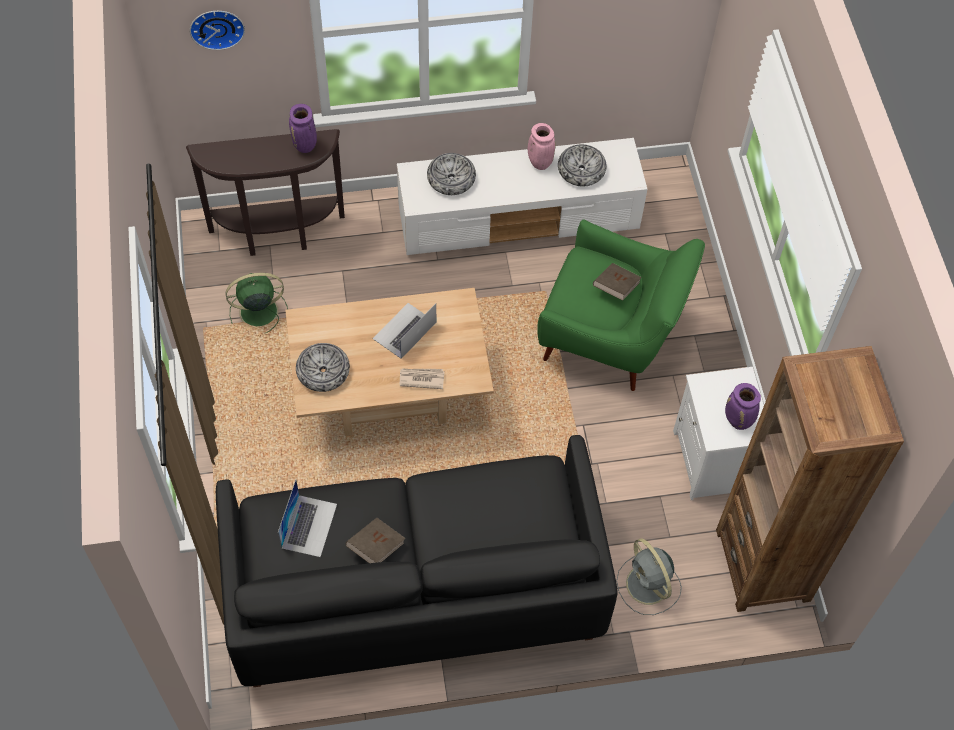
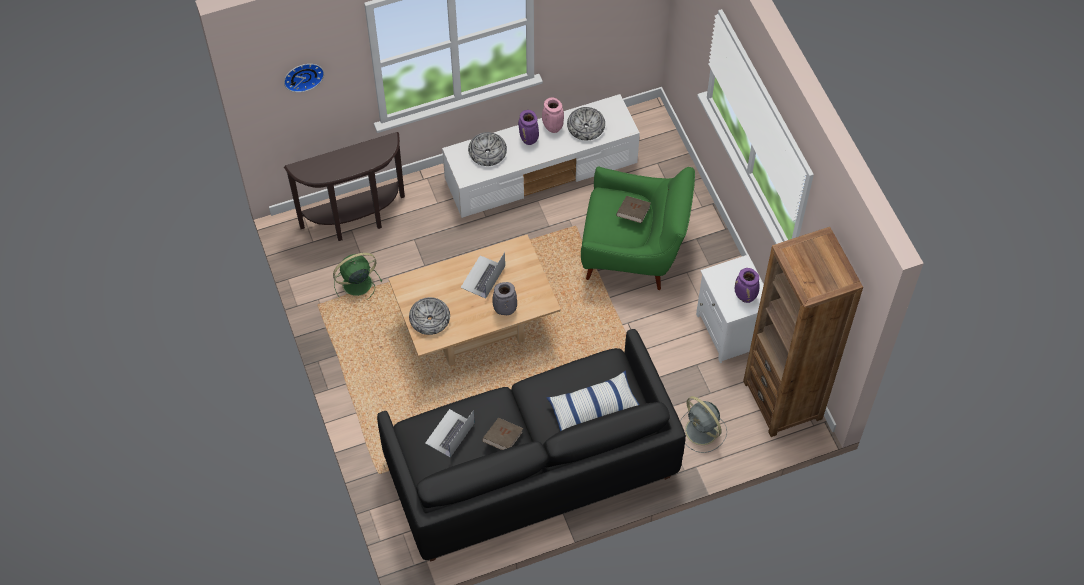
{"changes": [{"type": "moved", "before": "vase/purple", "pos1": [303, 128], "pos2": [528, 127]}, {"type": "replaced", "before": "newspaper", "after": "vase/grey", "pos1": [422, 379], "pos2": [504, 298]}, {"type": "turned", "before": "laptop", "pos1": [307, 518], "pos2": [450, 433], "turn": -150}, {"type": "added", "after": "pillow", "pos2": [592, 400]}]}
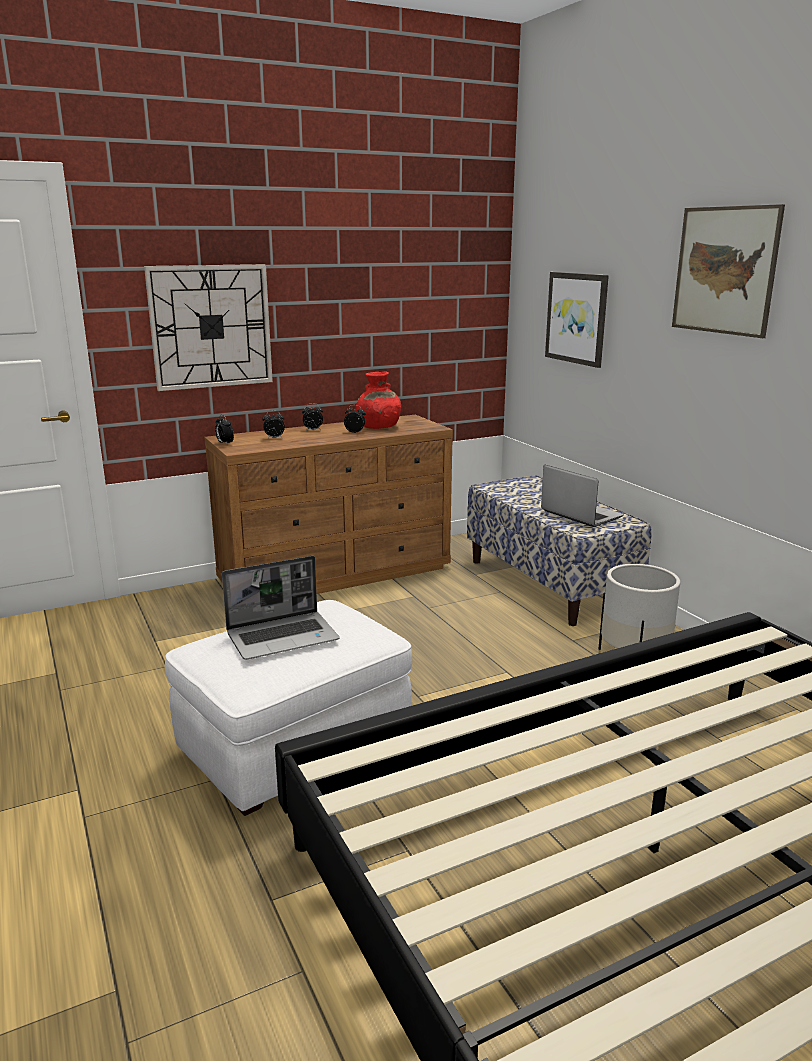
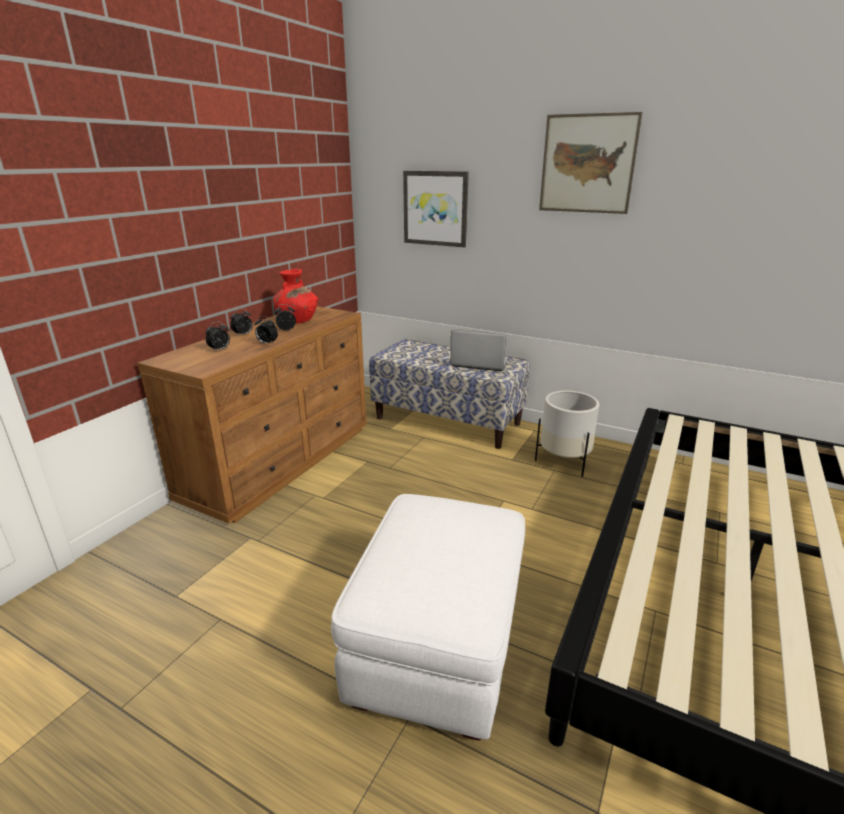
{"changes": [{"type": "removed", "before": "wall clock", "pos1": [208, 327]}, {"type": "moved", "before": "alarm clock", "pos1": [224, 430], "pos2": [266, 330]}, {"type": "removed", "before": "laptop", "pos1": [280, 608]}]}
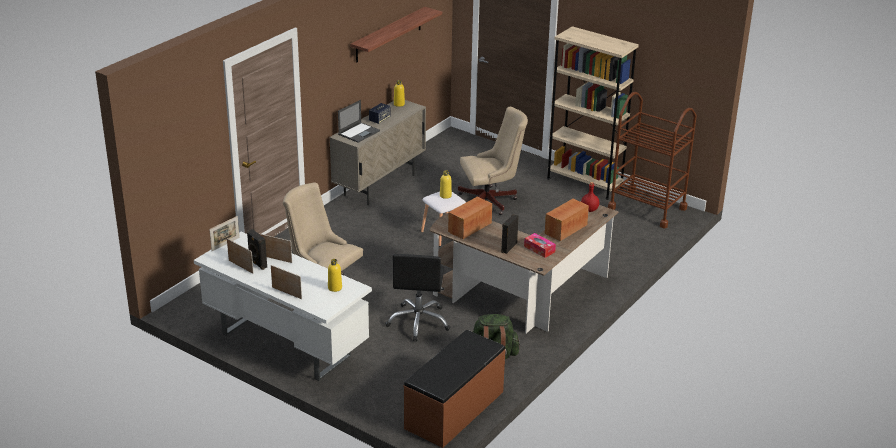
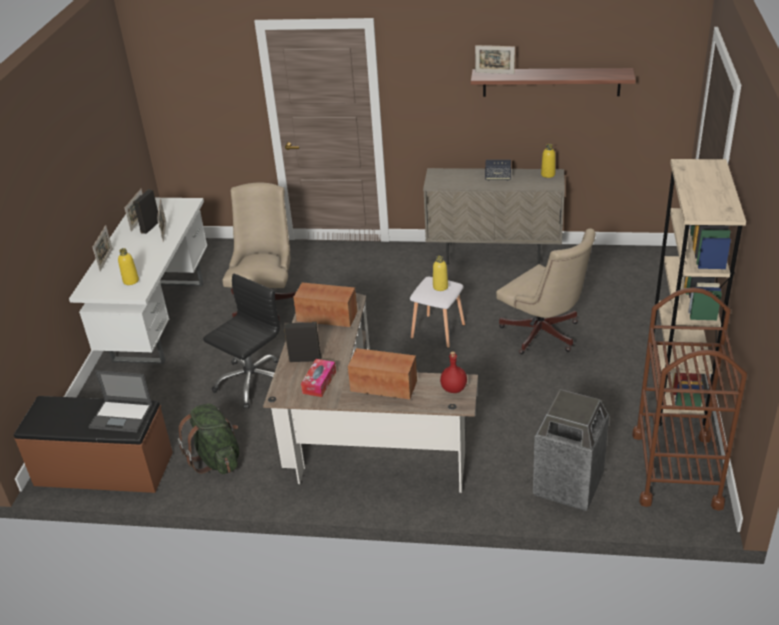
{"changes": [{"type": "moved", "before": "laptop", "pos1": [359, 121], "pos2": [120, 401]}, {"type": "moved", "before": "picture frame", "pos1": [224, 233], "pos2": [495, 59]}, {"type": "turned", "before": "office chair/black", "pos1": [418, 297], "pos2": [241, 341], "turn": 150}, {"type": "added", "after": "trash can", "pos2": [571, 450]}]}
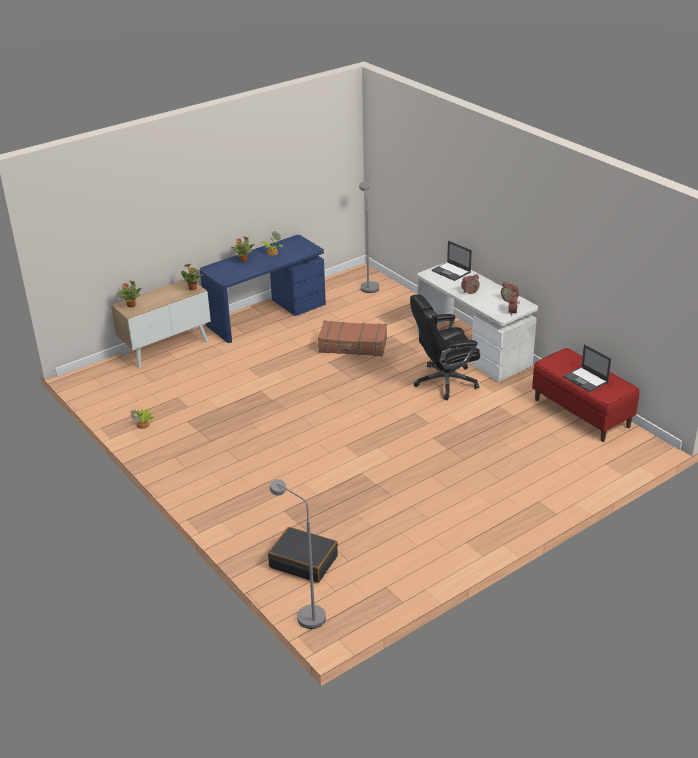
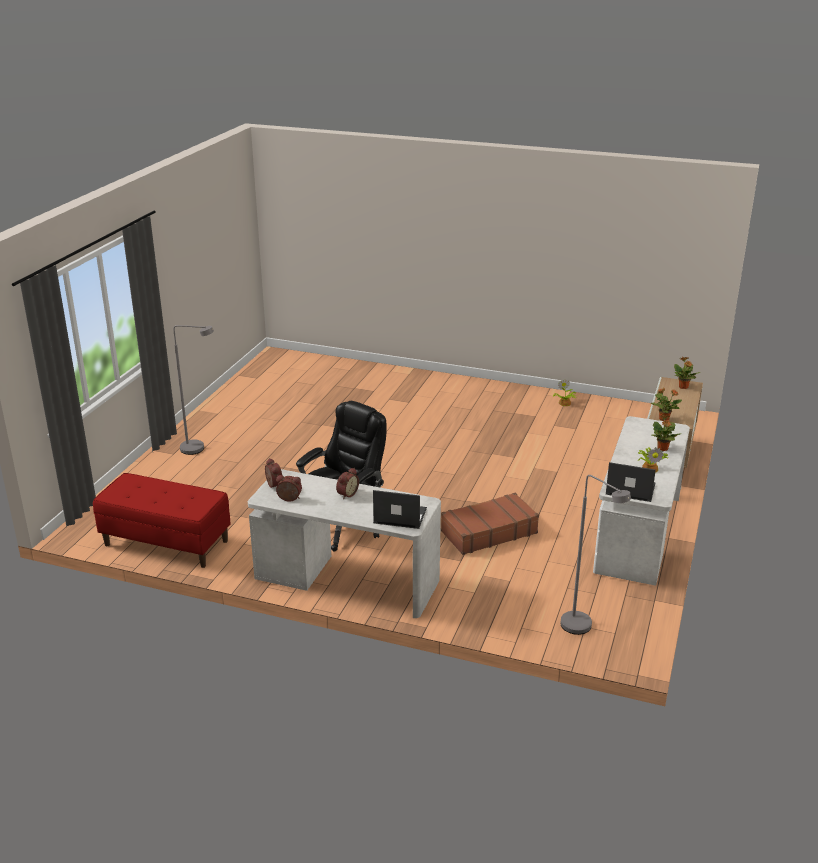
{"changes": [{"type": "recoloured", "before": "desk/blue", "after": "desk/white", "pos1": [263, 289], "pos2": [641, 501]}, {"type": "moved", "before": "laptop", "pos1": [587, 368], "pos2": [631, 482]}, {"type": "moved", "before": "floor lamp/grey", "pos1": [298, 554], "pos2": [193, 390]}, {"type": "removed", "before": "suitcase/black", "pos1": [303, 555]}]}
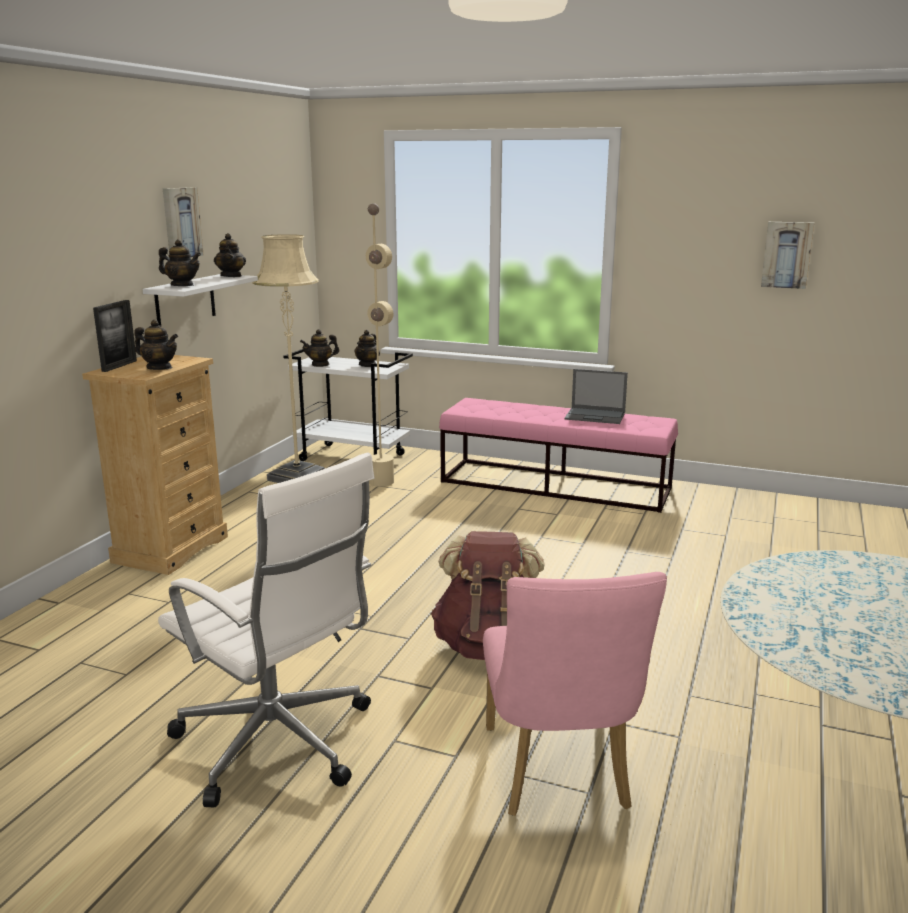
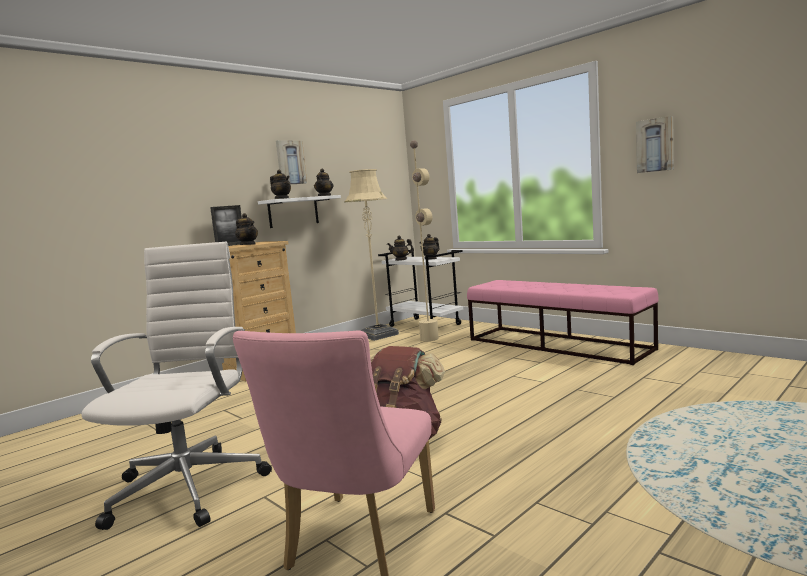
{"changes": [{"type": "moved", "before": "picture", "pos1": [787, 255], "pos2": [655, 144]}, {"type": "removed", "before": "laptop", "pos1": [596, 396]}, {"type": "turned", "before": "office chair/white", "pos1": [266, 629], "pos2": [177, 386], "turn": -150}]}
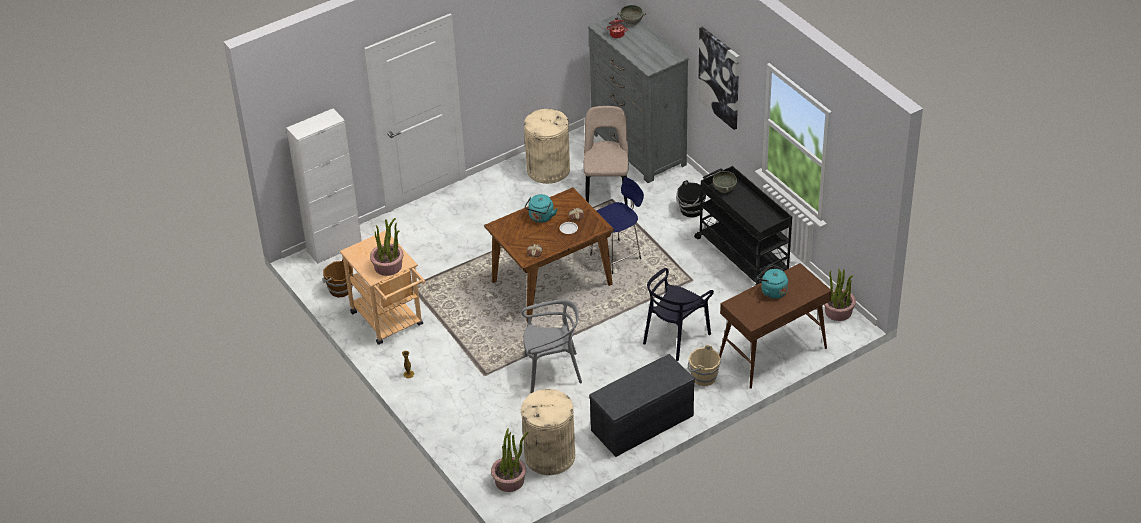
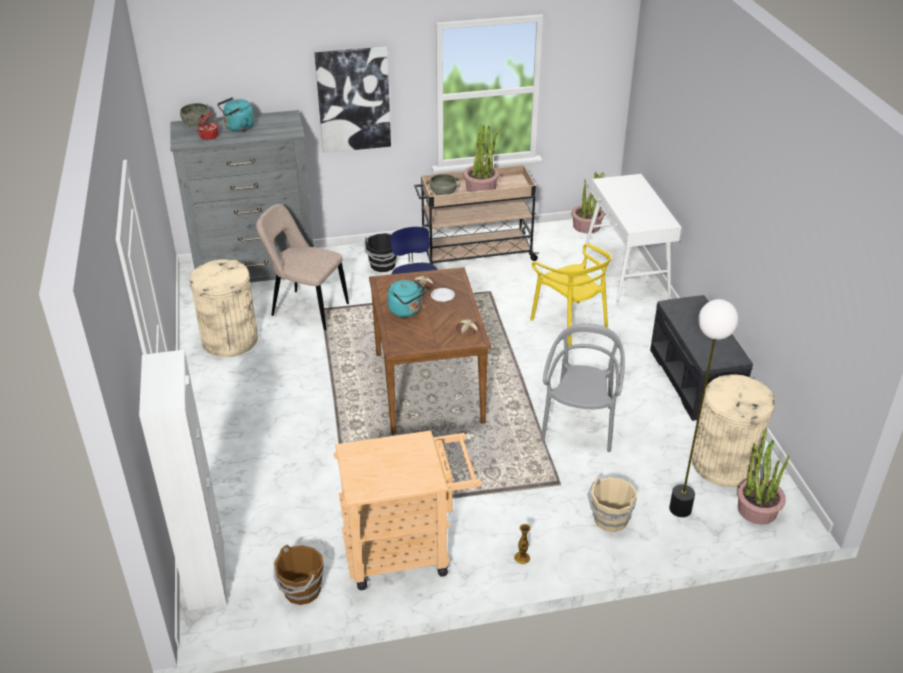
{"changes": [{"type": "recoloured", "before": "cart/black", "after": "cart/beige", "pos1": [743, 226], "pos2": [476, 215]}, {"type": "moved", "before": "potted plant", "pos1": [386, 247], "pos2": [483, 158]}, {"type": "recoloured", "before": "console table/brown", "after": "console table/white", "pos1": [775, 326], "pos2": [633, 240]}, {"type": "moved", "before": "kettle/turquoise", "pos1": [772, 282], "pos2": [236, 114]}, {"type": "recoloured", "before": "chair/black", "after": "chair/yellow", "pos1": [678, 314], "pos2": [570, 295]}, {"type": "moved", "before": "bucket/beige", "pos1": [704, 365], "pos2": [612, 504]}, {"type": "added", "after": "floor lamp", "pos2": [703, 408]}]}
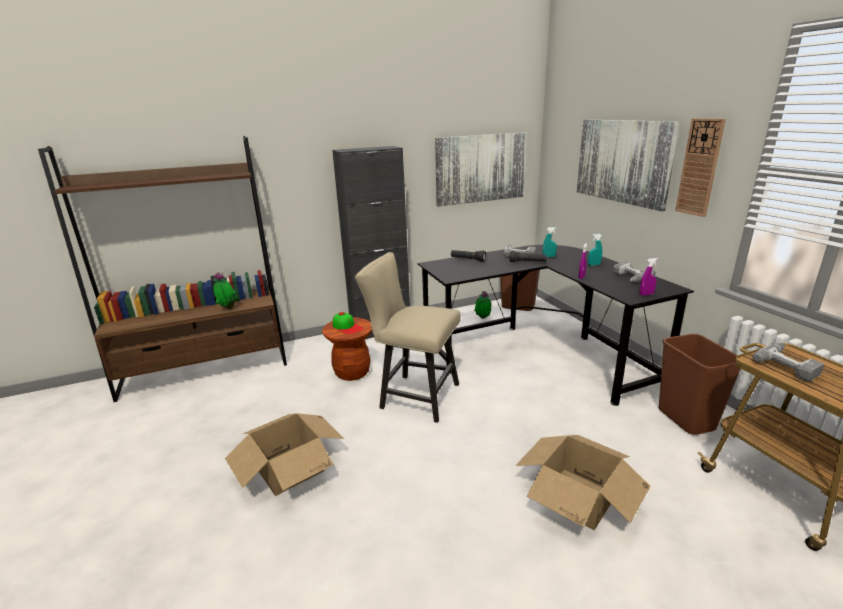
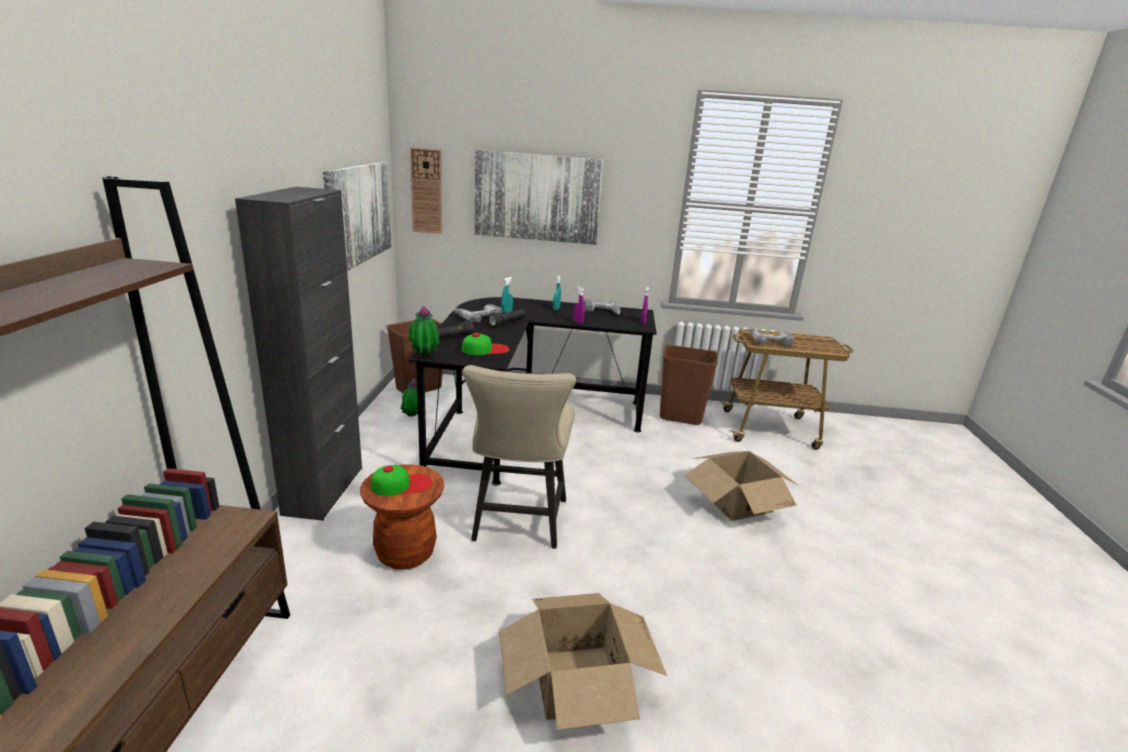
{"changes": [{"type": "moved", "before": "wall clock", "pos1": [700, 167], "pos2": [426, 190]}, {"type": "turned", "before": "chair/beige", "pos1": [408, 337], "pos2": [519, 457], "turn": -45}, {"type": "moved", "before": "potted plant", "pos1": [225, 290], "pos2": [424, 331]}, {"type": "added", "after": "cap", "pos2": [485, 344]}]}
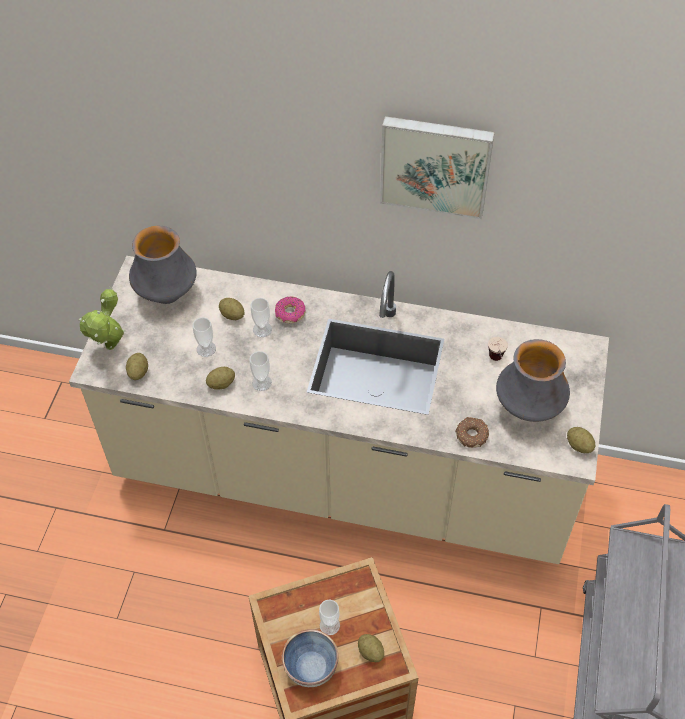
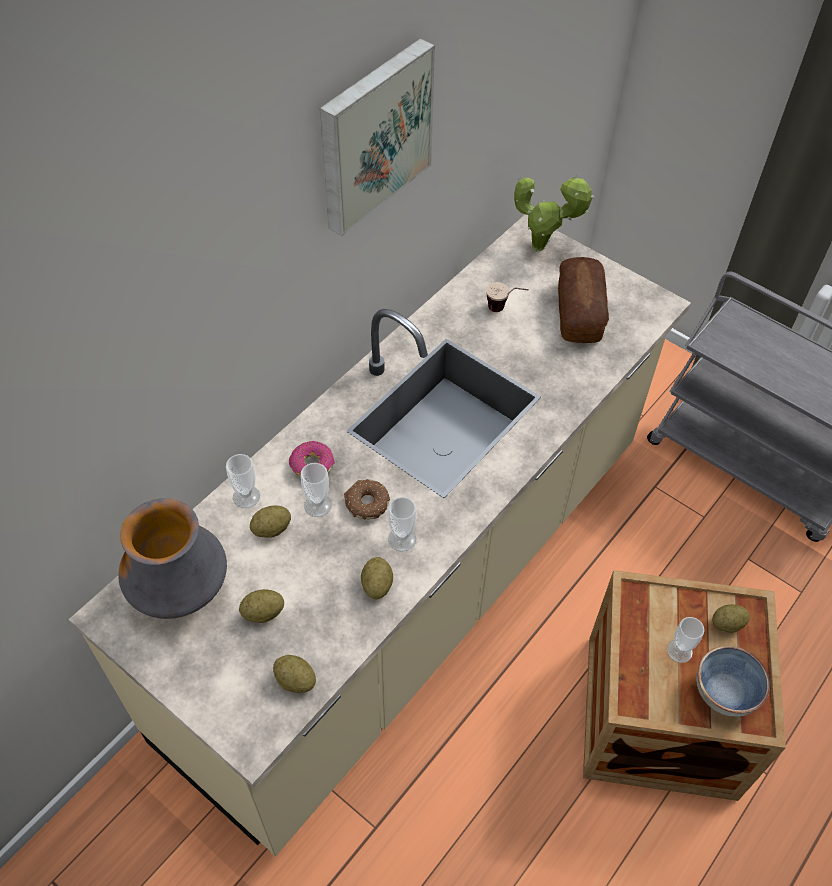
{"changes": [{"type": "moved", "before": "potted plant", "pos1": [102, 318], "pos2": [554, 213]}, {"type": "moved", "before": "cup", "pos1": [204, 337], "pos2": [243, 481]}, {"type": "replaced", "before": "vase", "after": "bread", "pos1": [533, 380], "pos2": [583, 300]}, {"type": "moved", "before": "donut", "pos1": [472, 432], "pos2": [367, 499]}, {"type": "moved", "before": "potato", "pos1": [581, 440], "pos2": [261, 606]}]}
